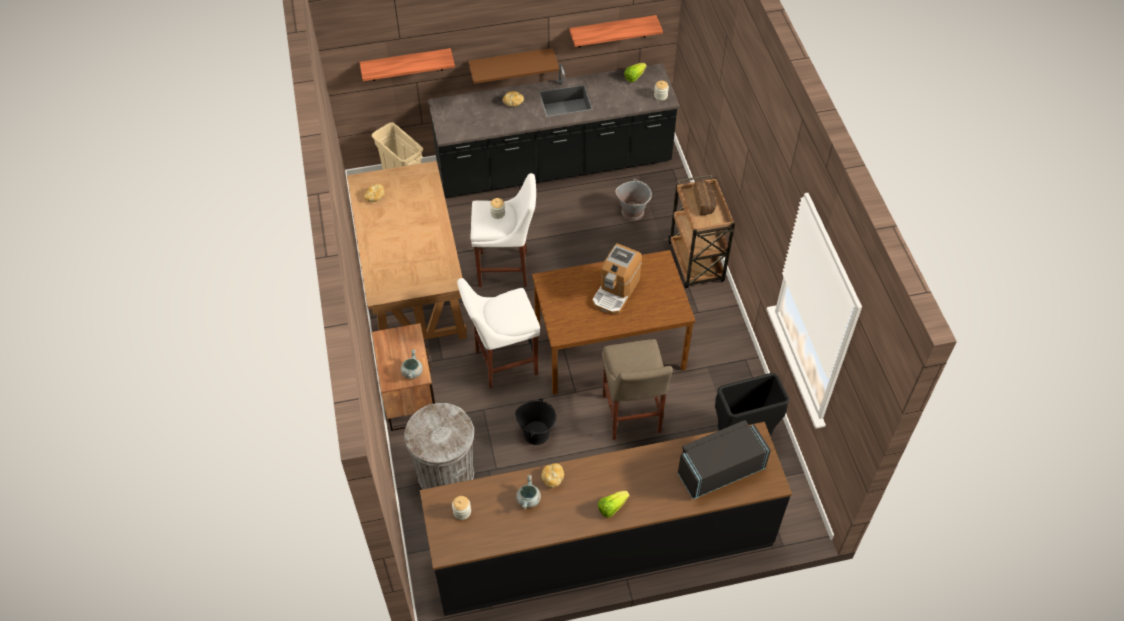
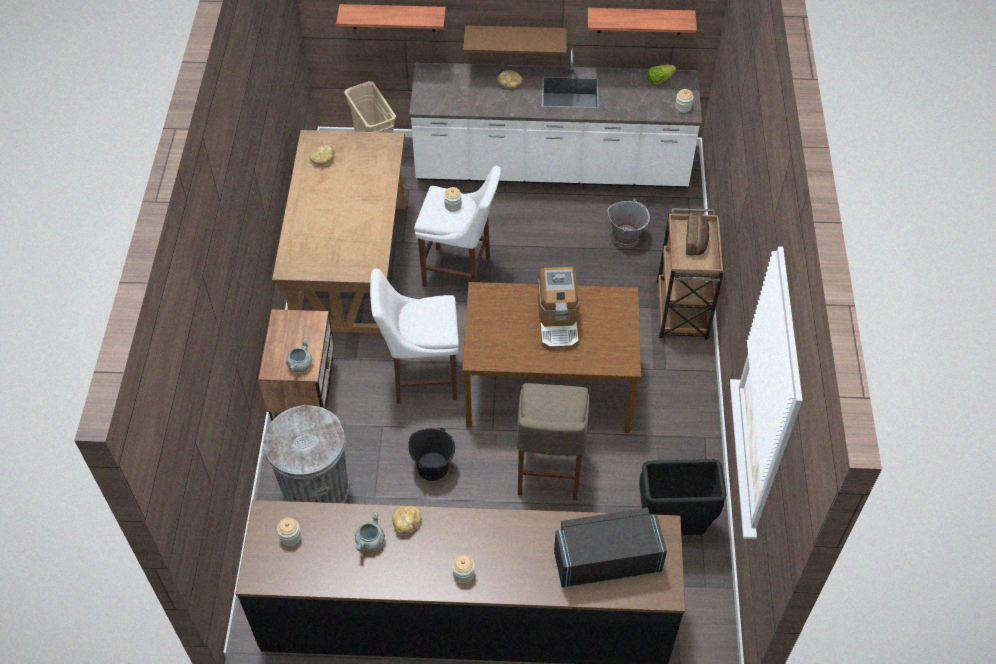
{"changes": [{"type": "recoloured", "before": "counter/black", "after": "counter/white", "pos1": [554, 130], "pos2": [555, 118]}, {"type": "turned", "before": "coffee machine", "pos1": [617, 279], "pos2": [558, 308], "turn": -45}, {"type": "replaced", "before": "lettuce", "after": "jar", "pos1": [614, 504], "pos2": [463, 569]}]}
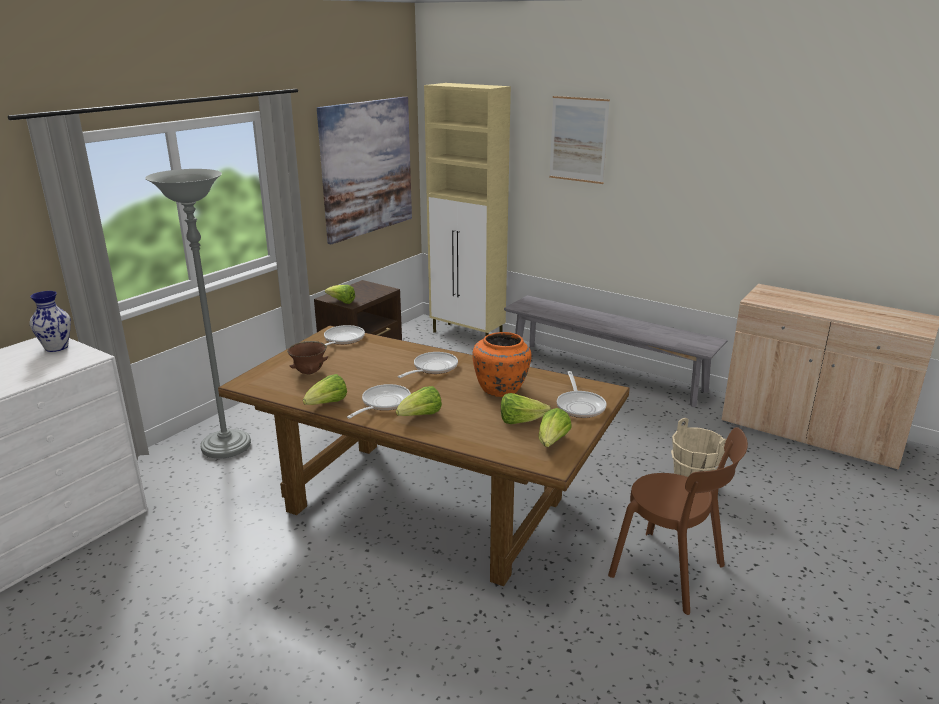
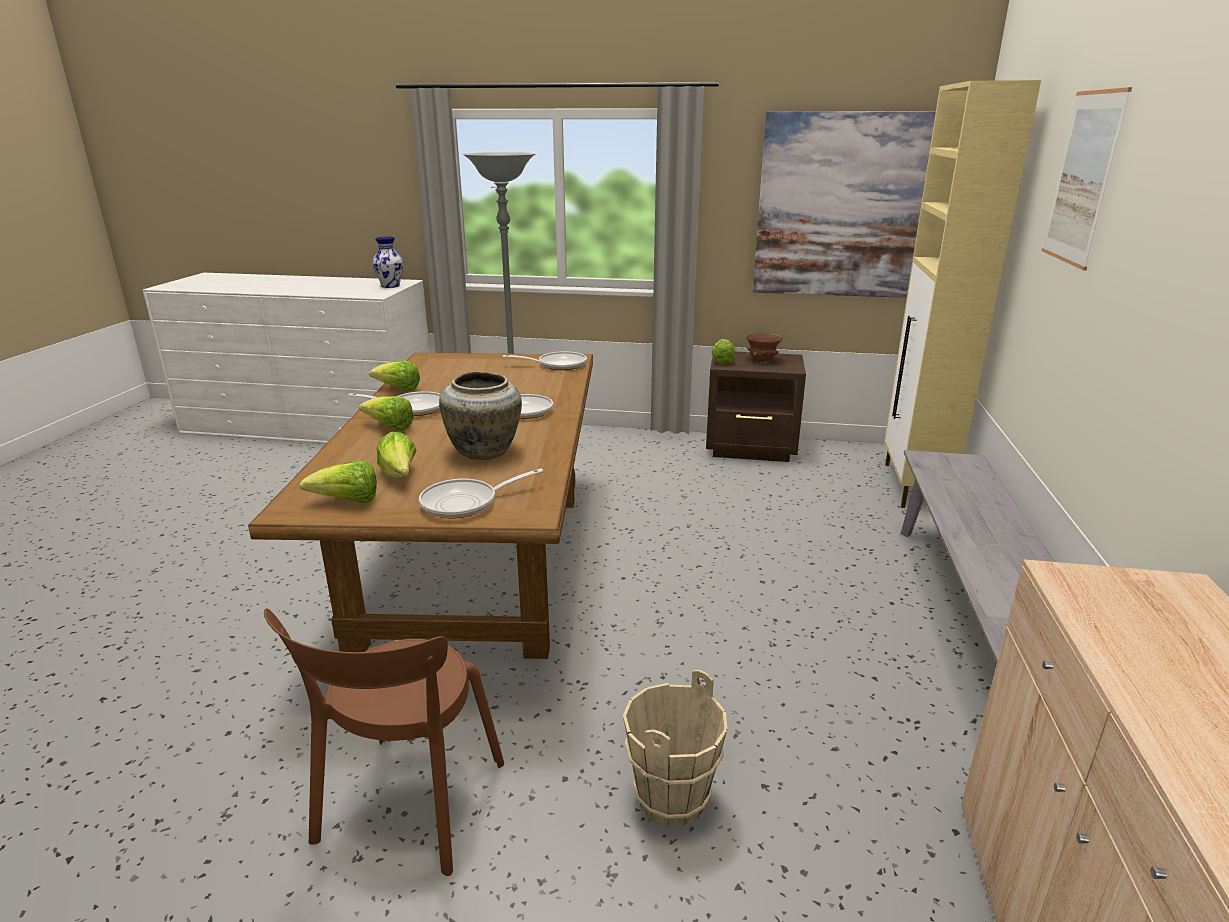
{"changes": [{"type": "recoloured", "before": "vase/orange", "after": "vase/beige", "pos1": [502, 364], "pos2": [480, 416]}, {"type": "moved", "before": "bowl/brown", "pos1": [307, 357], "pos2": [764, 348]}]}
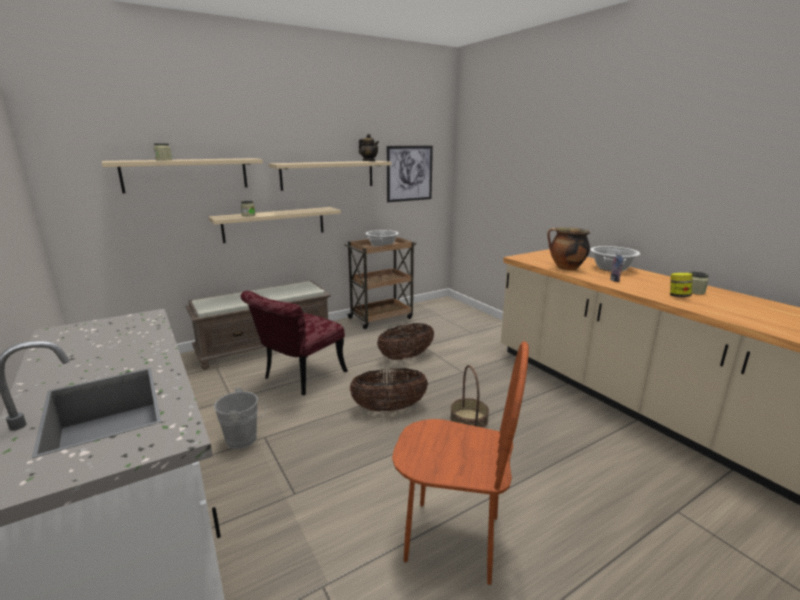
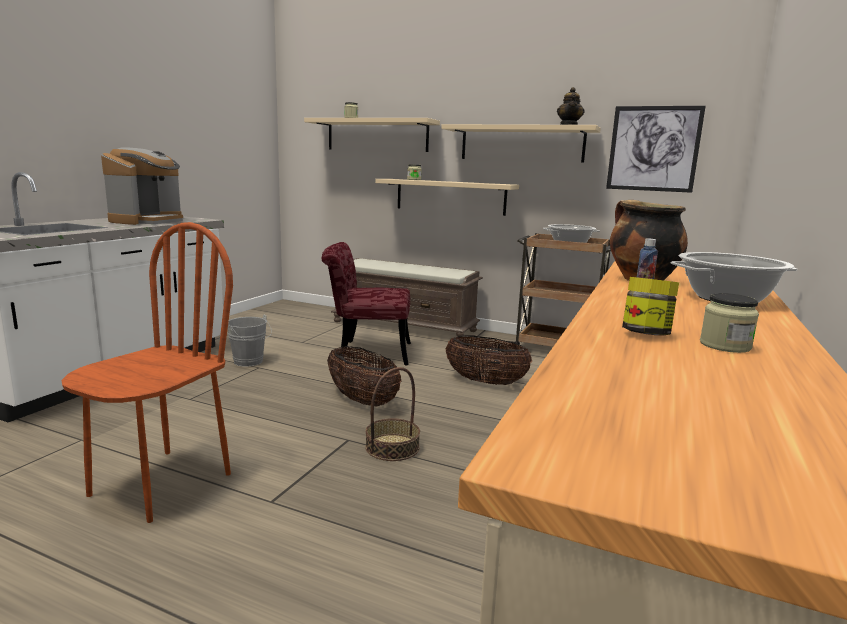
{"changes": [{"type": "turned", "before": "chair/brown", "pos1": [460, 463], "pos2": [147, 372], "turn": -135}, {"type": "added", "after": "coffee machine", "pos2": [142, 186]}]}
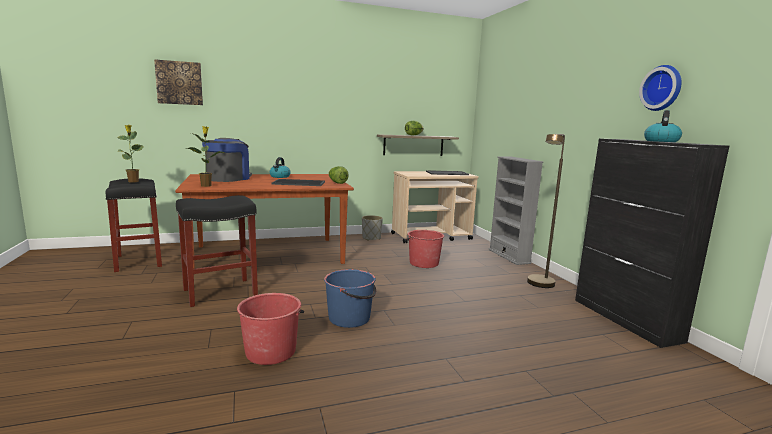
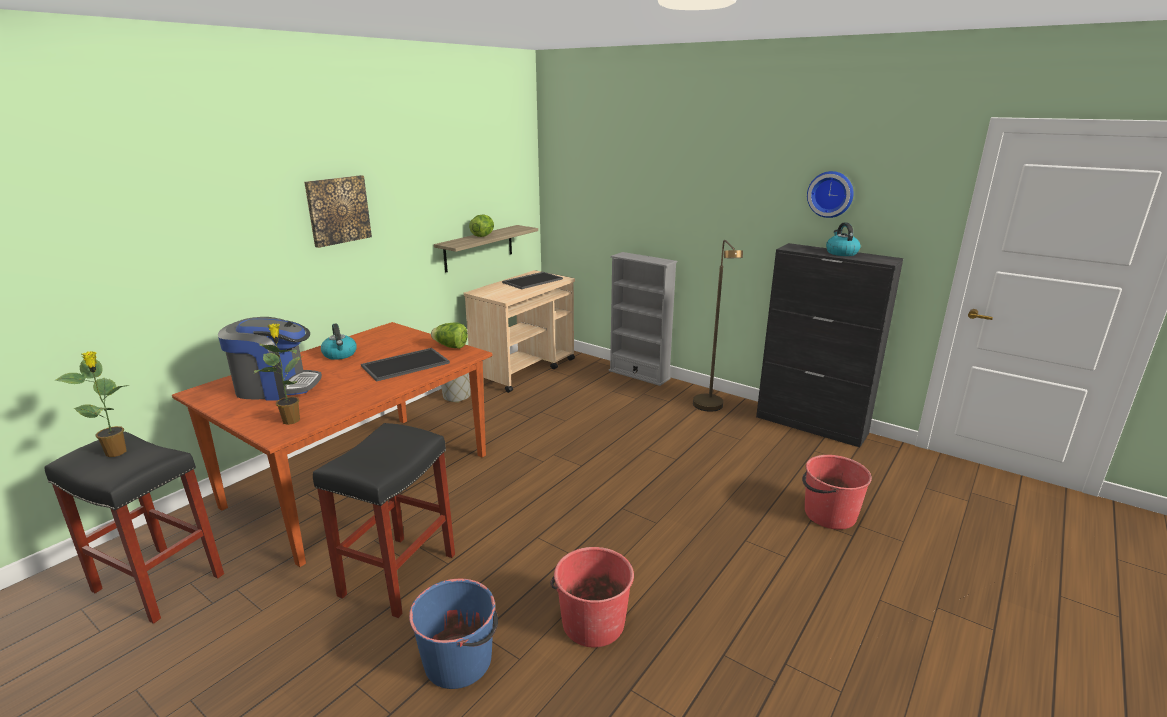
{"changes": [{"type": "moved", "before": "picture", "pos1": [178, 82], "pos2": [338, 211]}, {"type": "turned", "before": "coffee machine", "pos1": [227, 160], "pos2": [270, 359], "turn": 105}, {"type": "moved", "before": "bucket/red", "pos1": [425, 249], "pos2": [837, 492]}, {"type": "moved", "before": "bucket/blue", "pos1": [350, 298], "pos2": [453, 634]}]}
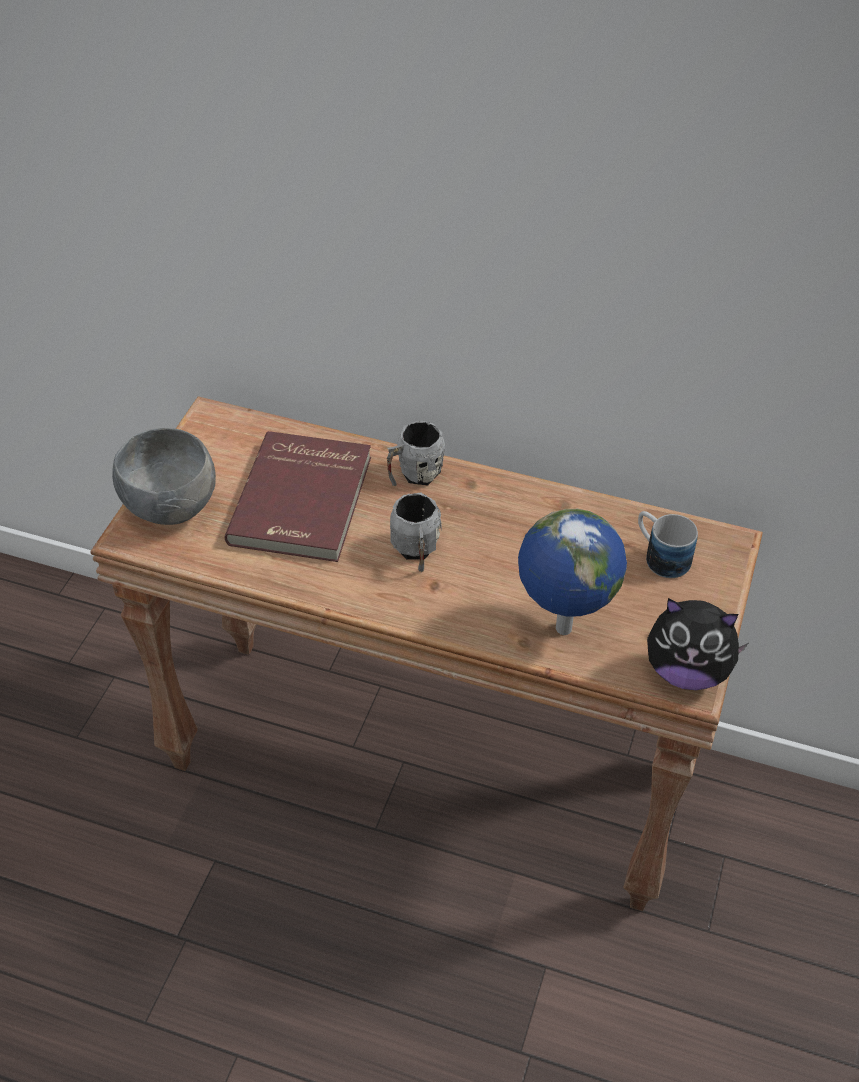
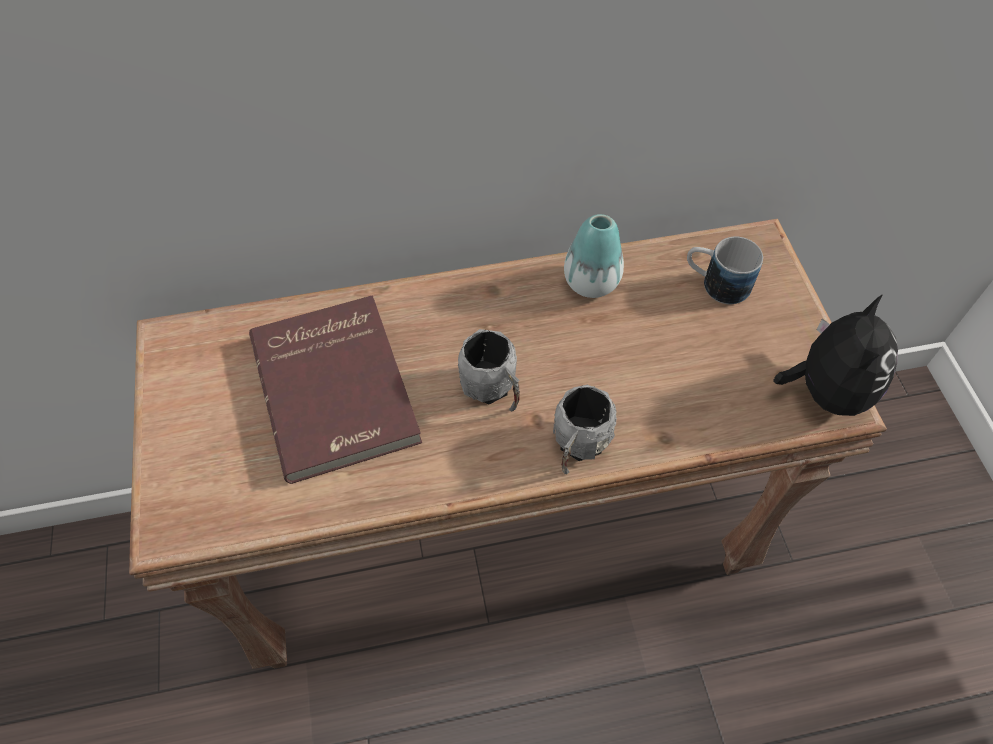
{"changes": [{"type": "moved", "before": "mug/grey", "pos1": [416, 453], "pos2": [585, 429]}, {"type": "removed", "before": "bowl/grey", "pos1": [164, 476]}, {"type": "removed", "before": "globe", "pos1": [572, 572]}, {"type": "turned", "before": "plush toy", "pos1": [697, 644], "pos2": [835, 355], "turn": -60}, {"type": "added", "after": "vase", "pos2": [594, 256]}]}
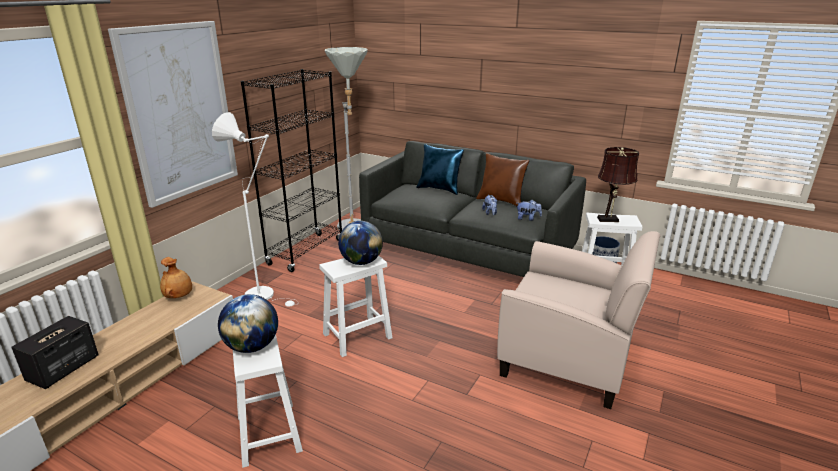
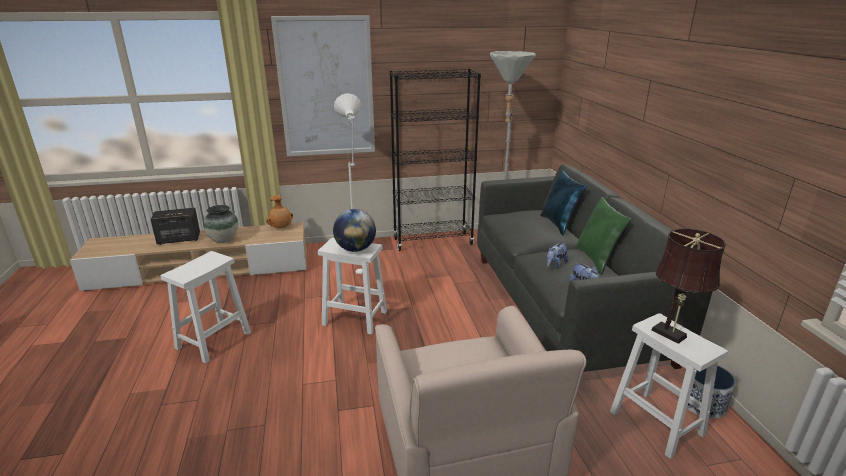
{"changes": [{"type": "recoloured", "before": "pillow/brown", "after": "pillow/green", "pos1": [503, 179], "pos2": [603, 236]}, {"type": "removed", "before": "globe", "pos1": [248, 323]}, {"type": "added", "after": "vase", "pos2": [220, 224]}]}
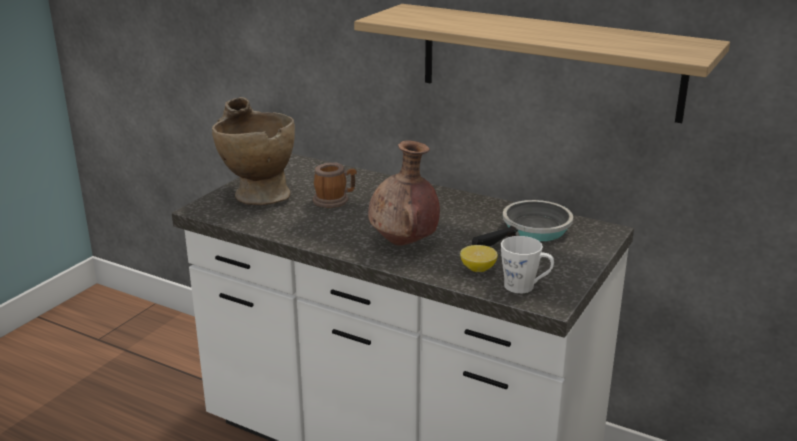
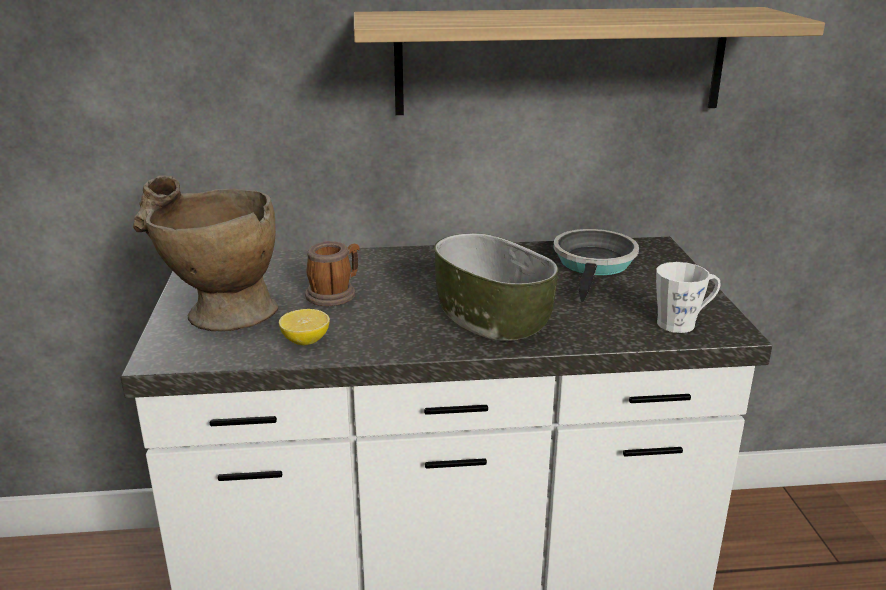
{"changes": [{"type": "replaced", "before": "vase/brown", "after": "bowl", "pos1": [404, 193], "pos2": [496, 287]}, {"type": "moved", "before": "lemon", "pos1": [479, 258], "pos2": [304, 327]}]}
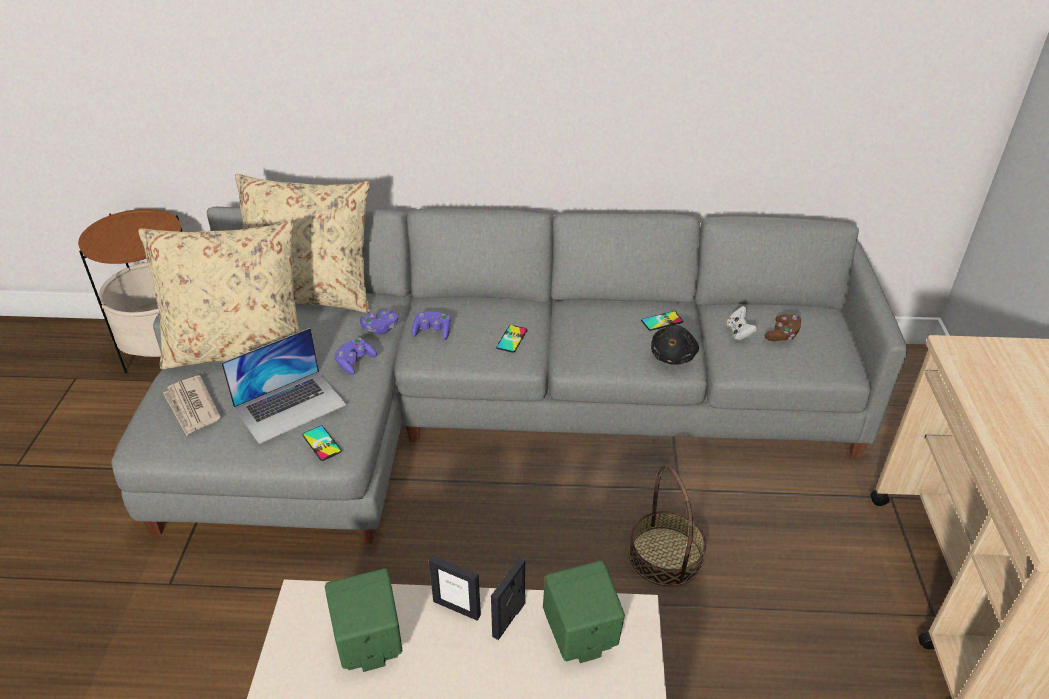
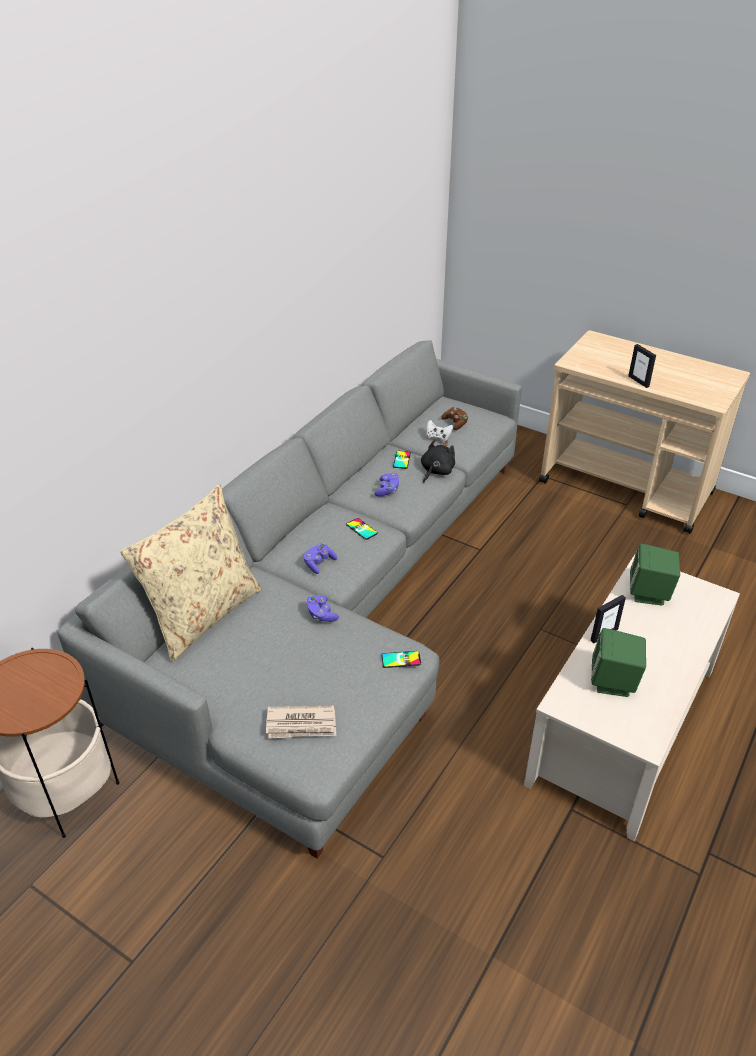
{"changes": [{"type": "removed", "before": "pillow/beige", "pos1": [219, 294]}, {"type": "moved", "before": "game controller/purple", "pos1": [379, 322], "pos2": [387, 485]}, {"type": "turned", "before": "plush toy/black", "pos1": [675, 345], "pos2": [438, 461], "turn": -105}, {"type": "removed", "before": "laptop", "pos1": [284, 386]}, {"type": "removed", "before": "basket", "pos1": [667, 526]}, {"type": "moved", "before": "picture frame", "pos1": [508, 599], "pos2": [642, 366]}]}
